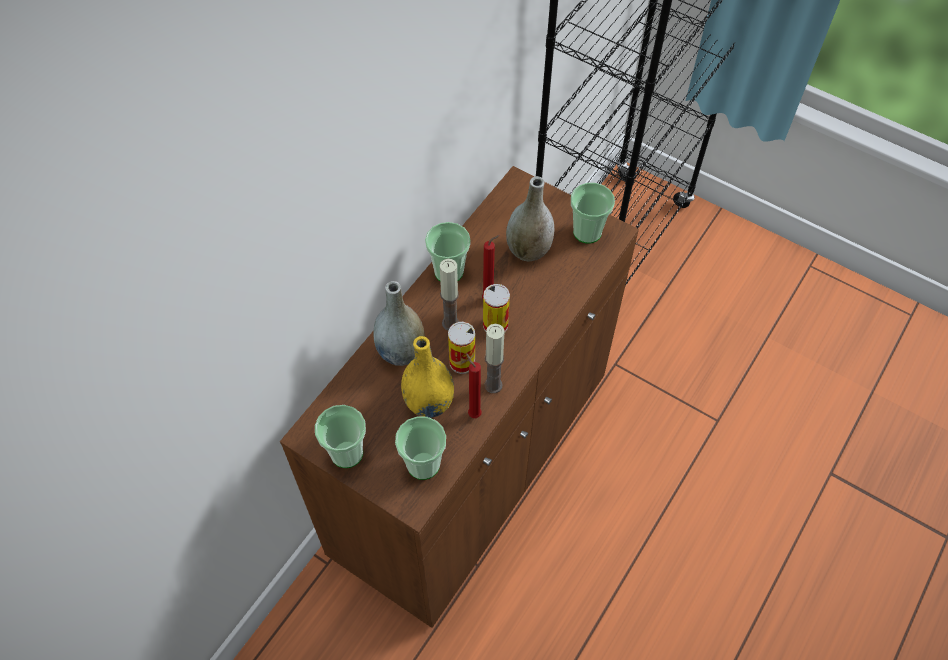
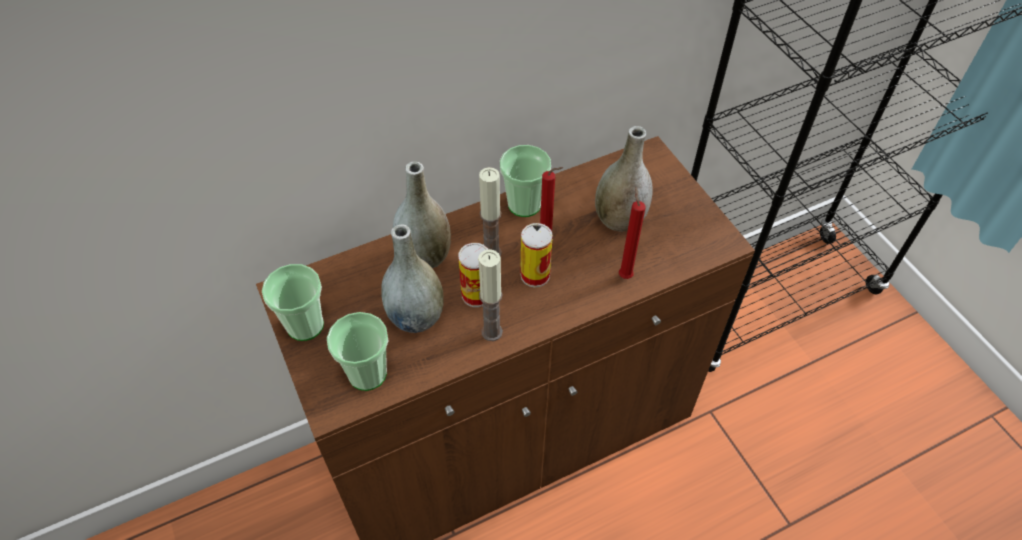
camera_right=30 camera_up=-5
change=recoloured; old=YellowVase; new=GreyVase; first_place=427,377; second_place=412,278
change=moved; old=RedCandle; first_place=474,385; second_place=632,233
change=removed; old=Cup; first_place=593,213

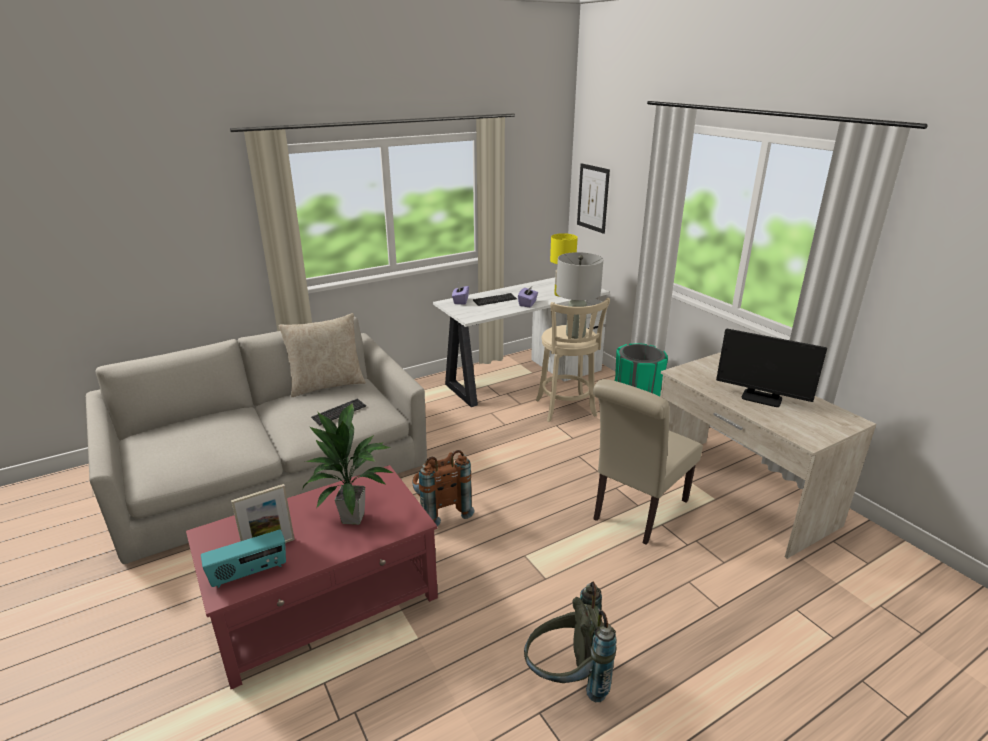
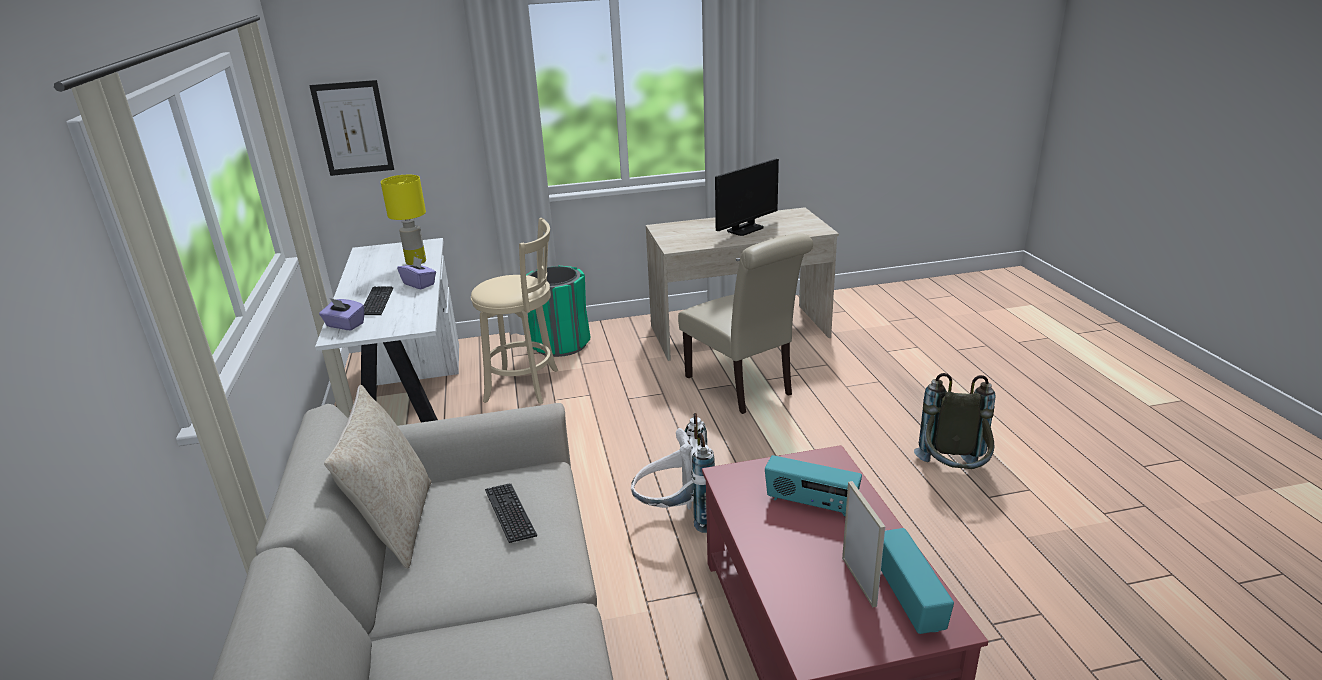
camera_right=-70 camera_up=0
change=replaced; old=PottedPlant; new=Radio; first_place=348,464; second_place=813,485
change=recoloured; old=BrownBackpack; new=WhiteBackpack; first_place=443,488; second_place=673,473
change=removed; old=GreyTableLamp; first_place=579,295

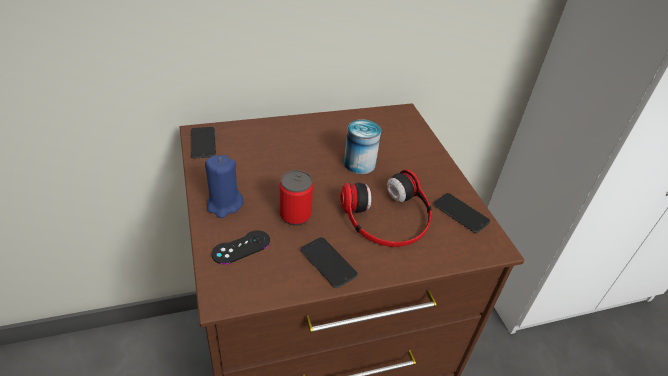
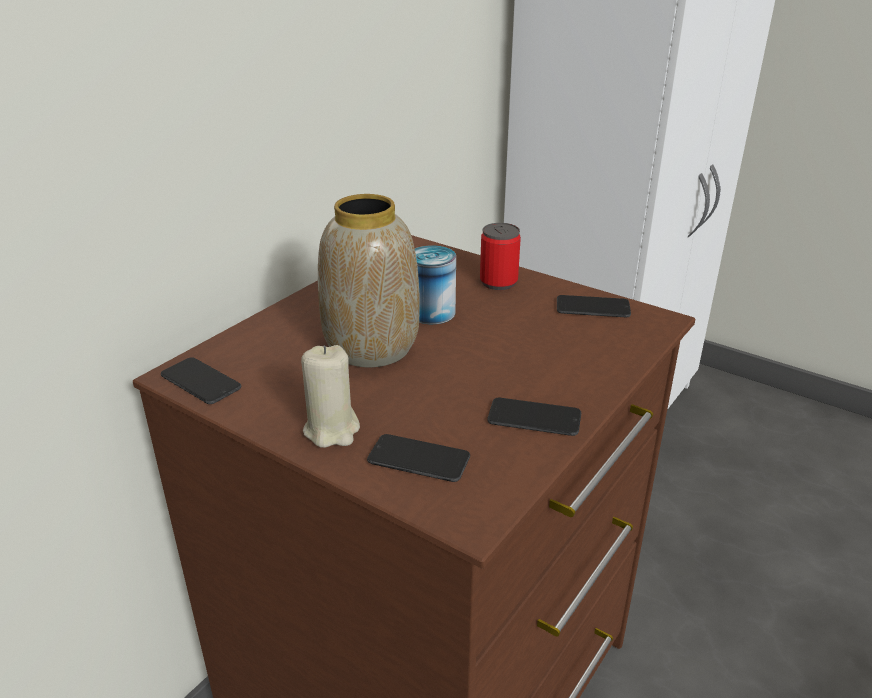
camera_right=-35 camera_up=-10
change=recoloured; old=BlueCandle; new=BeigeCandle; first_place=224,186; second_place=330,396
change=replaced; old=BlackGameController; new=Phone; first_place=240,247; second_place=418,458
change=moved; old=Can; first_place=296,198; second_place=500,256
change=removed; old=Headphones; first_place=386,208
change=added; new=Vase; second_place=369,280

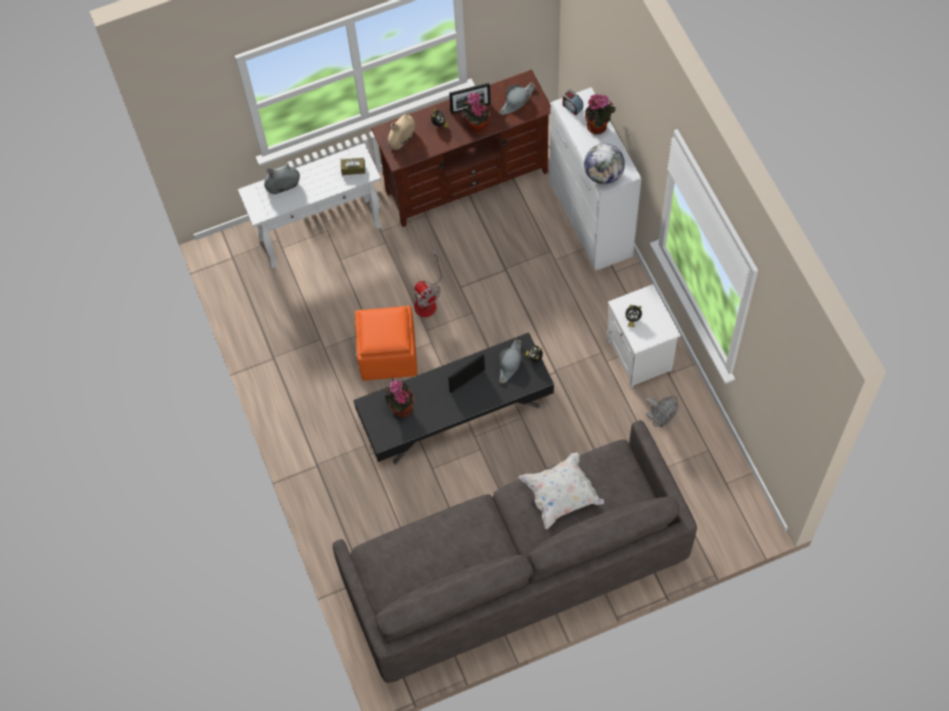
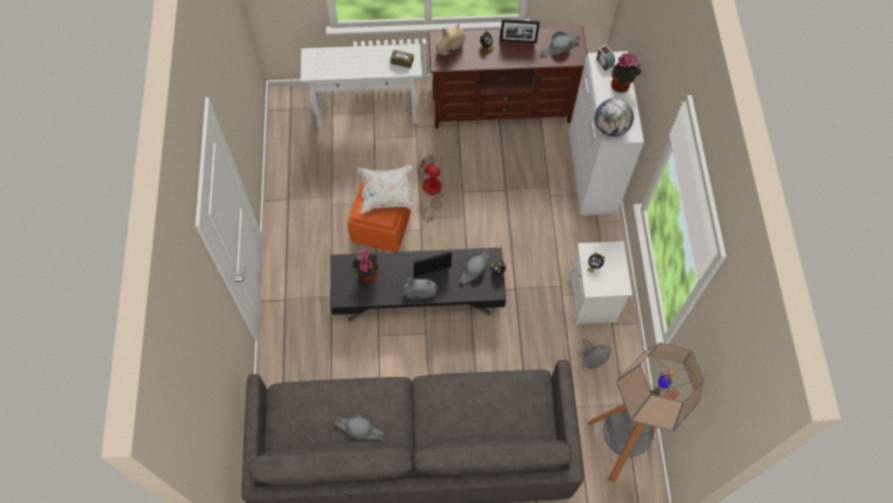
camera_right=15 camera_up=0
change=moved; old=GreyVase; first_place=282,178; second_place=420,288
change=turned; old=Fan; first_place=428,284; second_place=430,189; degrees=150
change=removed; old=PottedPlant; first_place=476,113
change=moved; old=WhitePillow; first_place=561,490; second_place=387,189
change=added; new=GreyHat; second_place=359,427
change=added; new=FloorLamp; second_place=646,412

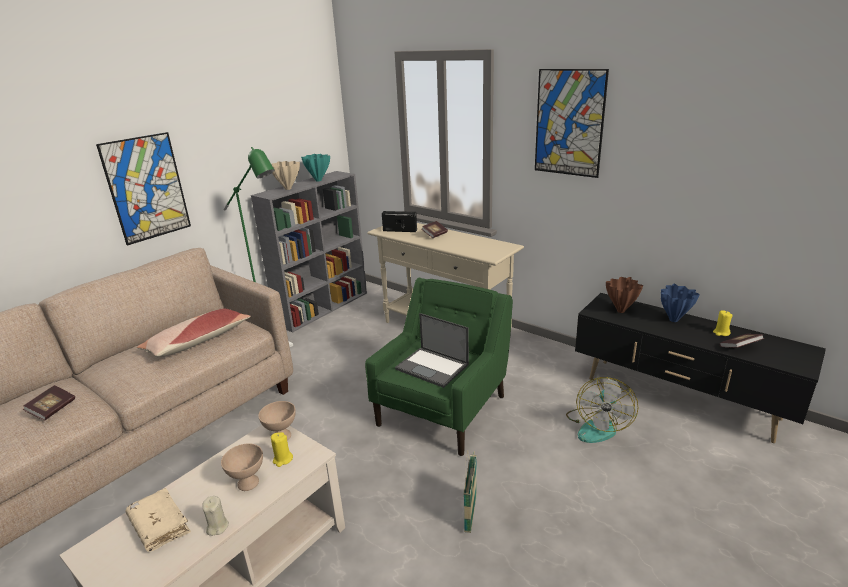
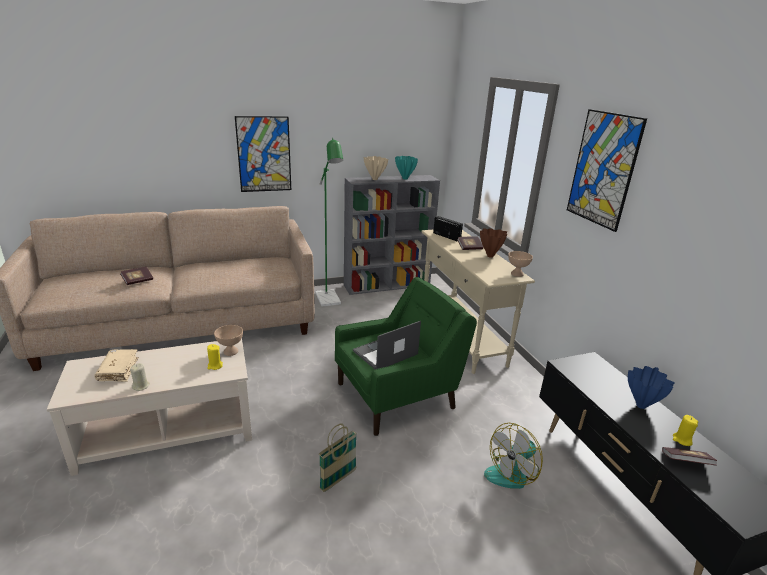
camera_right=30 camera_up=0
change=removed; old=Pillow; first_place=194,333
change=moved; old=BeigeBowl; first_place=242,467; second_place=520,264
change=turned; old=Laptop; first_place=432,350; second_place=387,345; degrees=75
change=moved; old=BrownVase; first_place=624,295; second_place=493,243

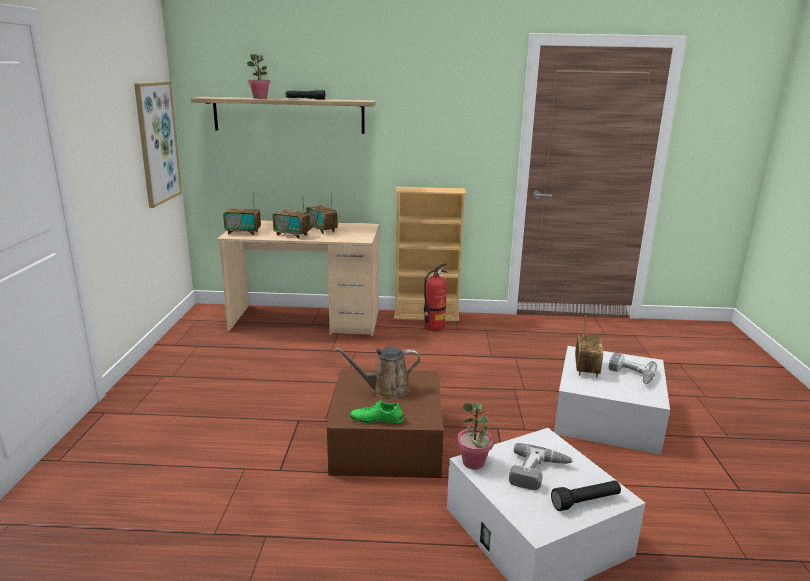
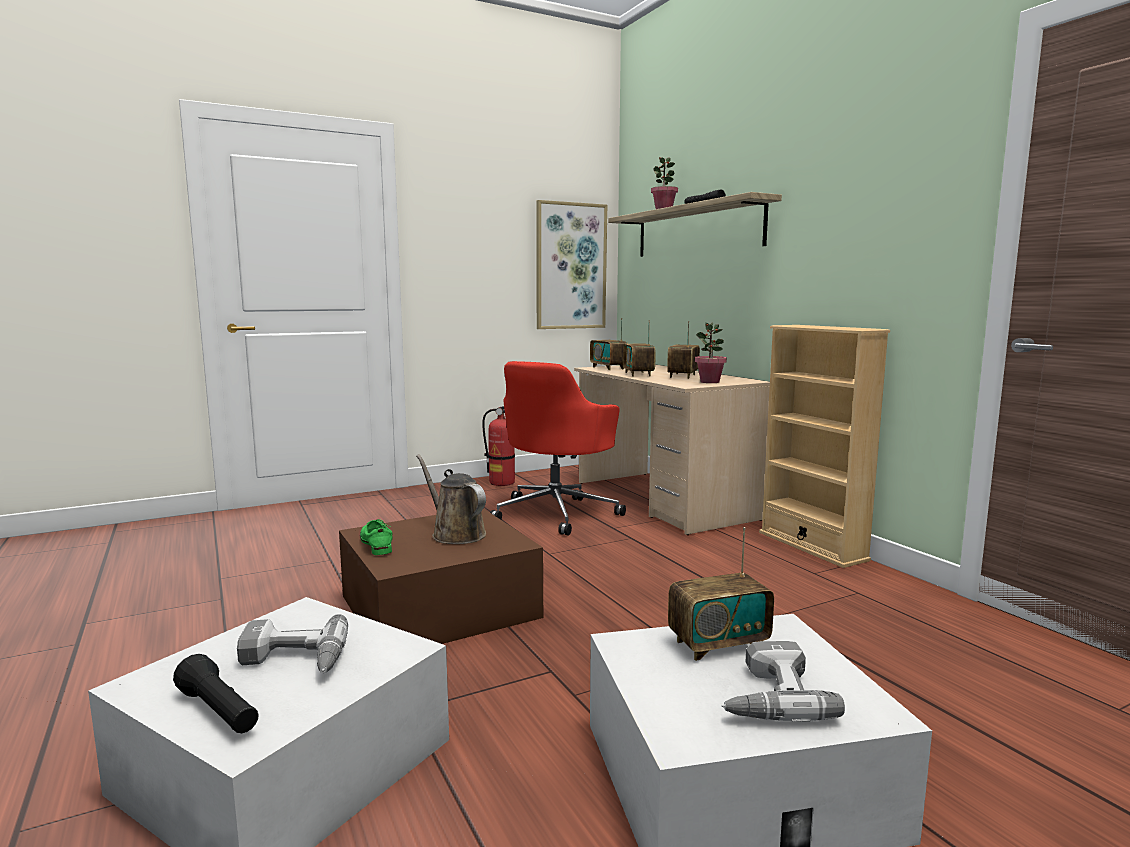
camera_right=60 camera_up=-10
change=moved; old=FireExtinguisher; first_place=436,297; second_place=498,446
change=moved; old=PottedPlant; first_place=475,436; second_place=711,352
change=added; new=RedOfficeChair; second_place=558,448

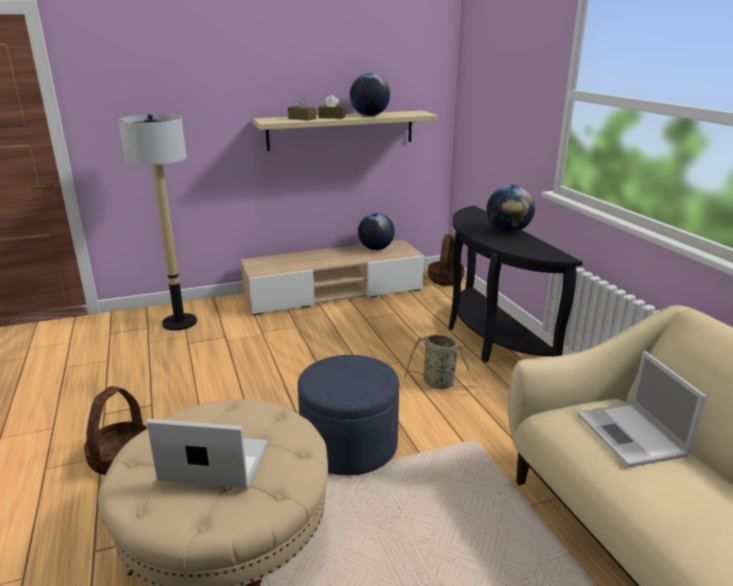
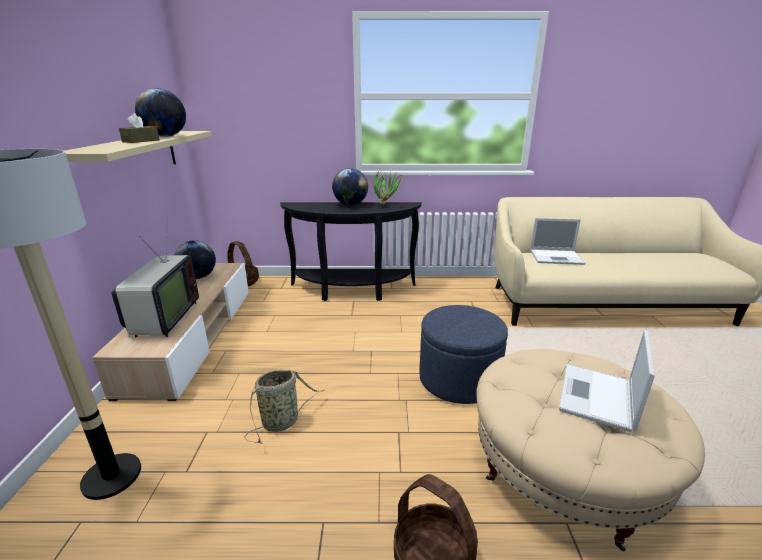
camera_right=-70 camera_up=0
change=removed; old=BrownTissueBox; first_place=302,108
change=moved; old=Basket; first_place=446,361; second_place=284,406
change=added; new=Television; second_place=155,277
change=added; new=PottedPlant; second_place=388,187

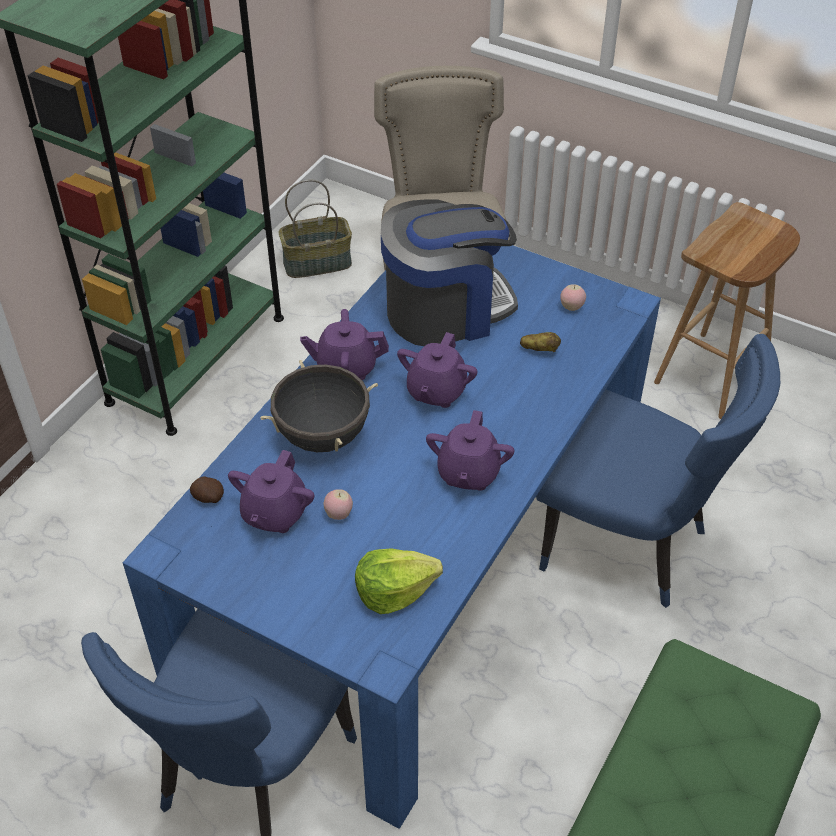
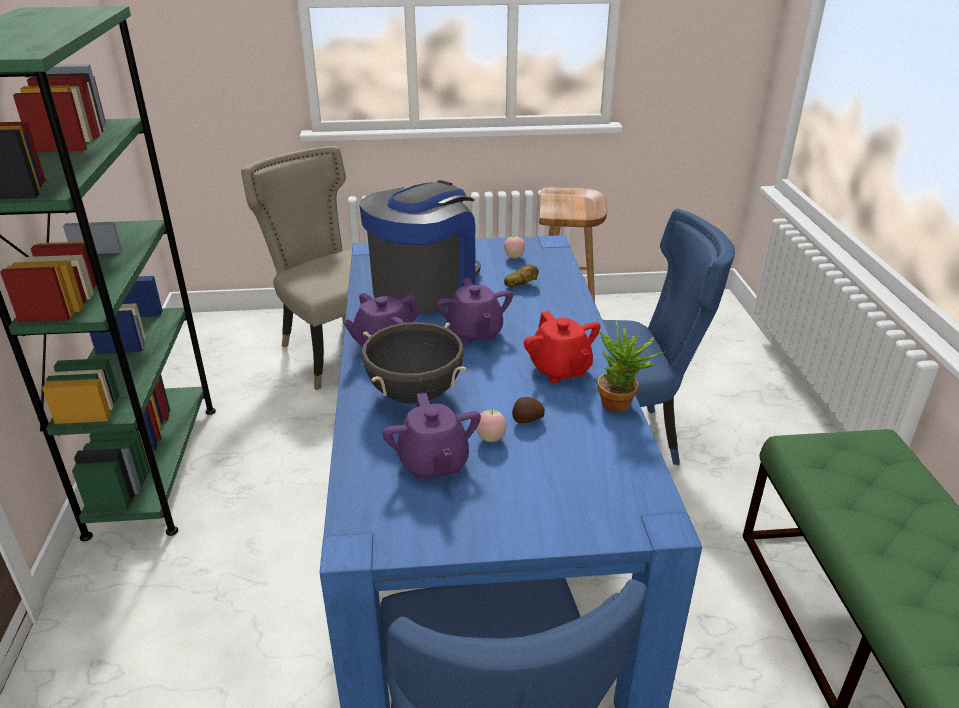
camera_right=-35 camera_up=-15
change=moved; old=Potato; first_place=207,490; second_place=528,410
change=removed; old=Basket; first_place=315,229
change=removed; old=Lettuce; first_place=399,581
change=recoloured; old=PurpleTeapot; new=RedTeapot; first_place=470,450; second_place=562,347
change=added; new=PottedPlant; second_place=632,367

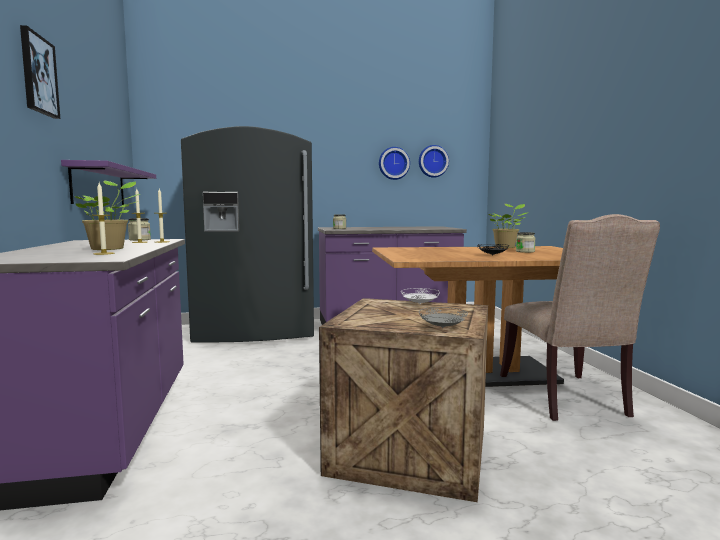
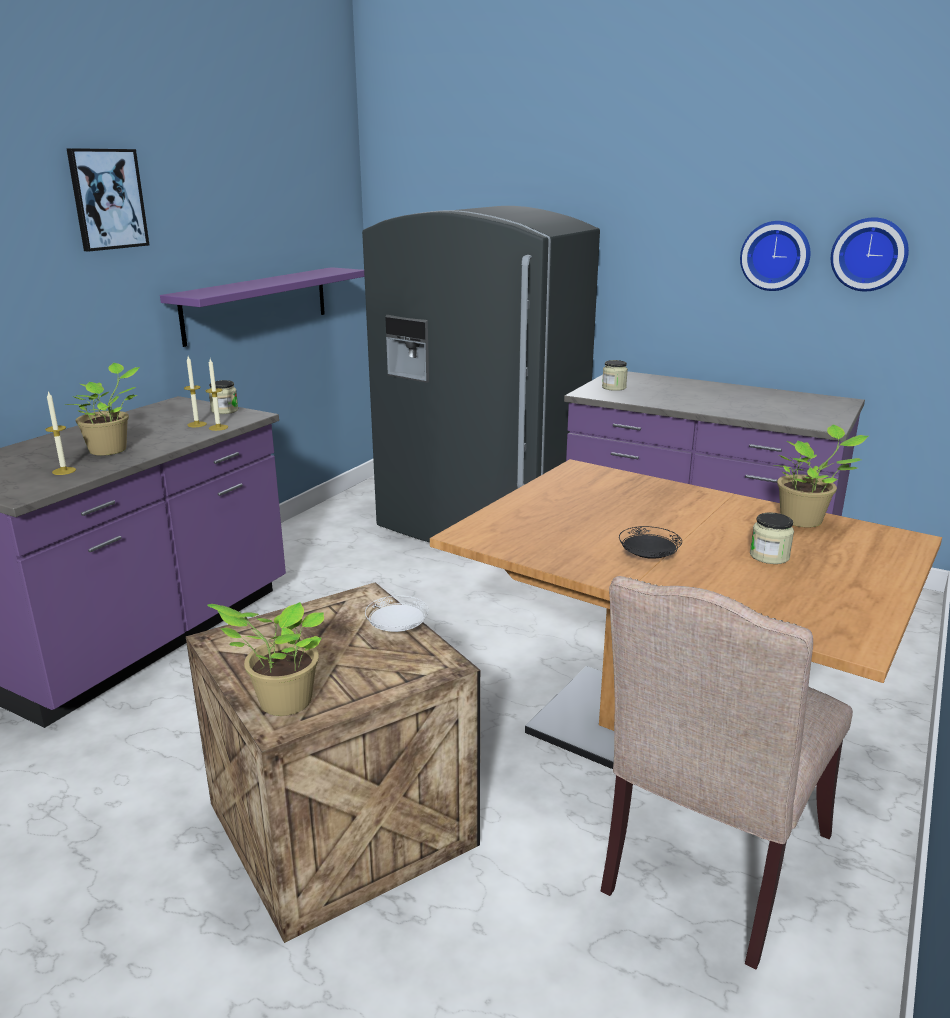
camera_right=40 camera_up=15
change=replaced; old=GreyPlate; new=PottedPlant; first_place=443,317; second_place=266,659

